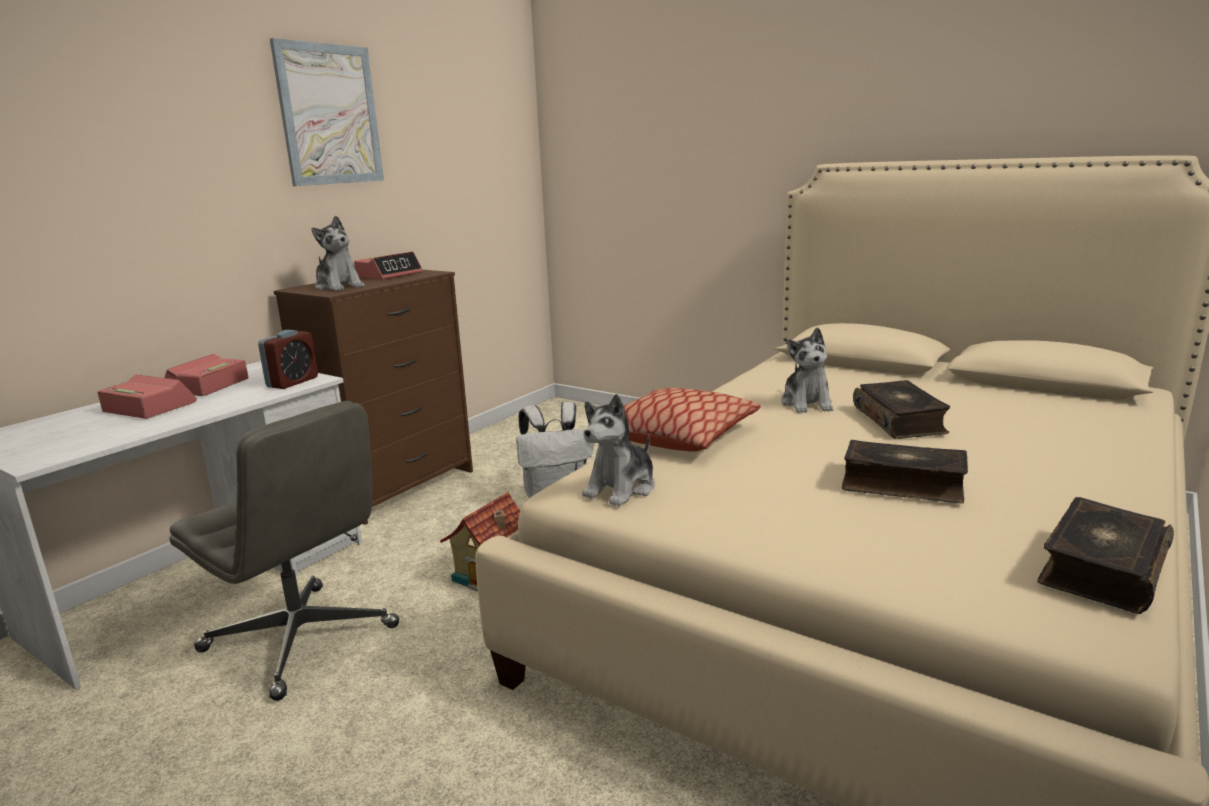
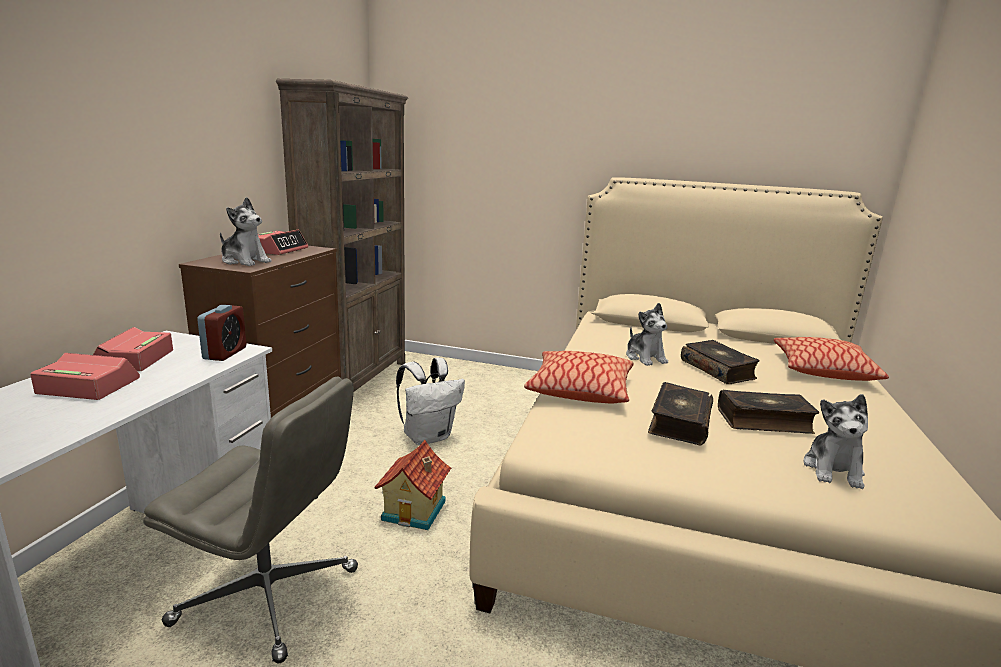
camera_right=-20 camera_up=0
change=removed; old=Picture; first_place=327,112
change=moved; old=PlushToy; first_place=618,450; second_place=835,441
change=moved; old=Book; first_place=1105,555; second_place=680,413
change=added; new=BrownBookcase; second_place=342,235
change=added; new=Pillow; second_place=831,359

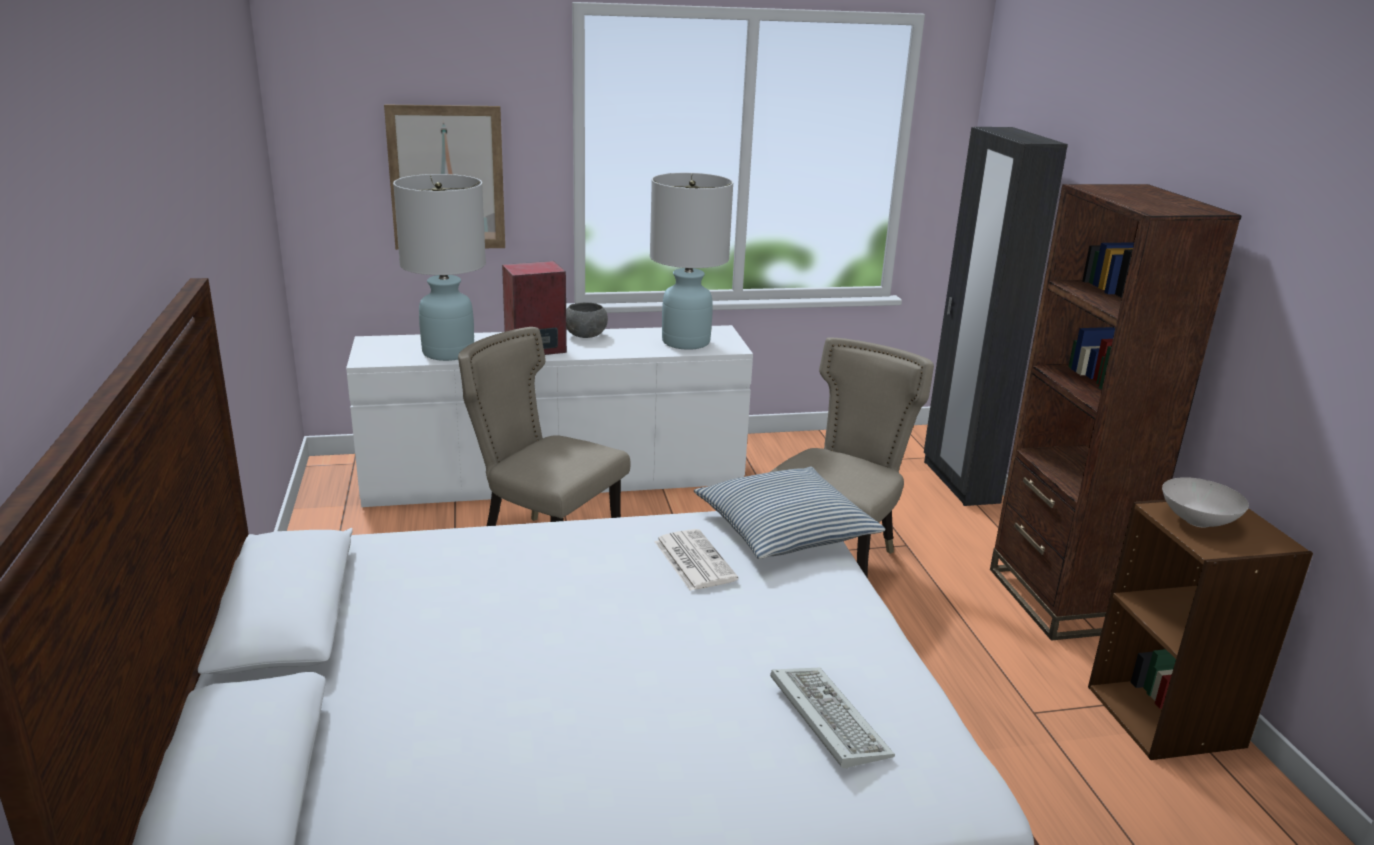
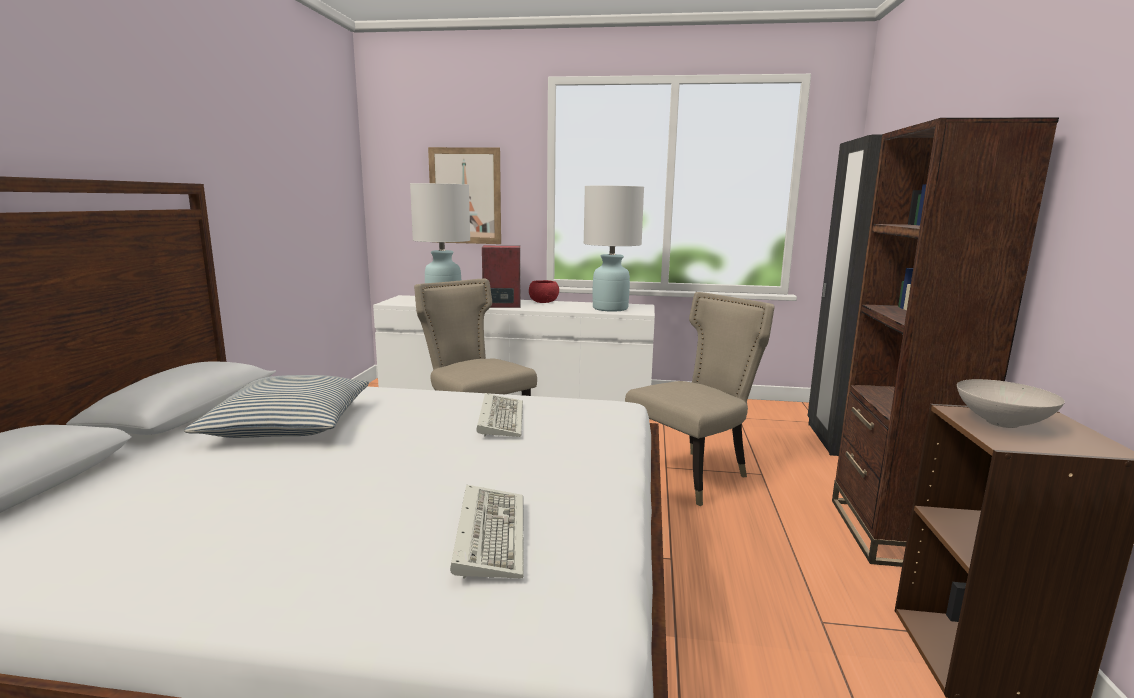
camera_right=20 camera_up=-10
change=recoloured; old=GreyBowl; new=RedBowl; first_place=587,320; second_place=544,291
change=replaced; old=Newspaper; new=Keyboard; first_place=696,560; second_place=499,415
change=moved; old=Pillow; first_place=789,513; second_place=276,406

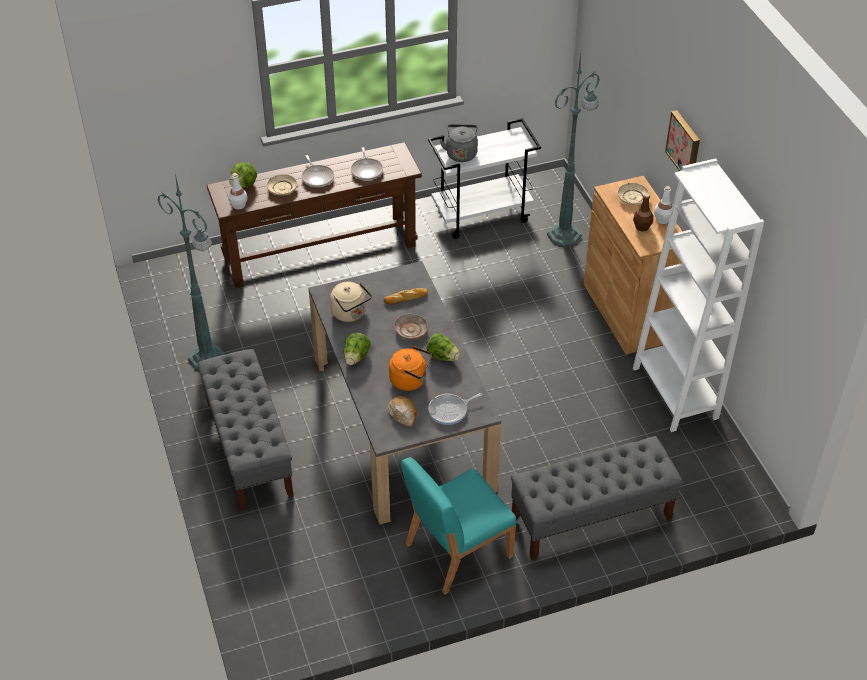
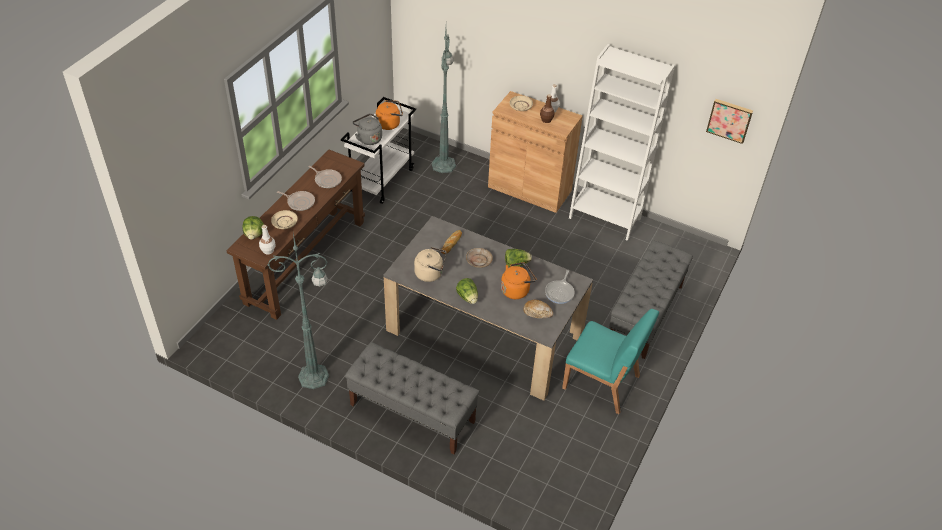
camera_right=-45 camera_up=0
change=turned; old=TurquoiseChair; first_place=459,526; second_place=610,361; degrees=-75
change=moved; old=Picture; first_place=682,140; second_place=729,121
change=added; new=OrangeKettle; second_place=389,115

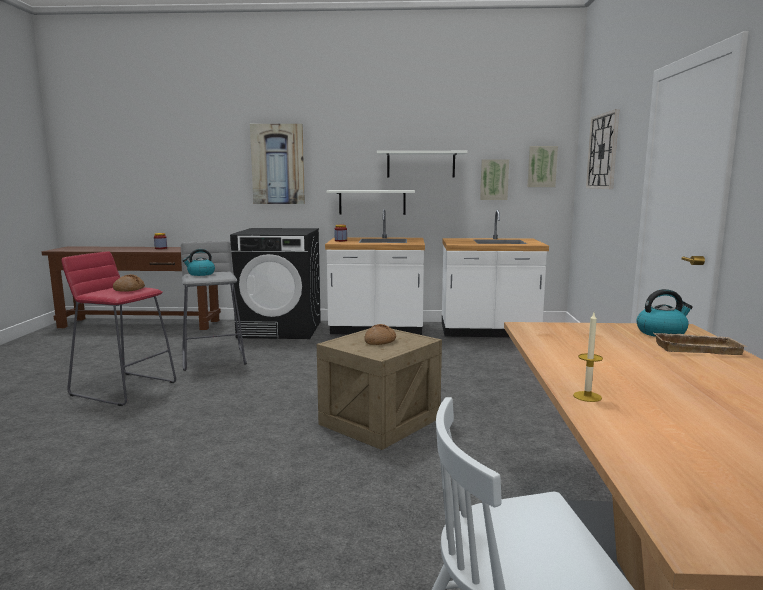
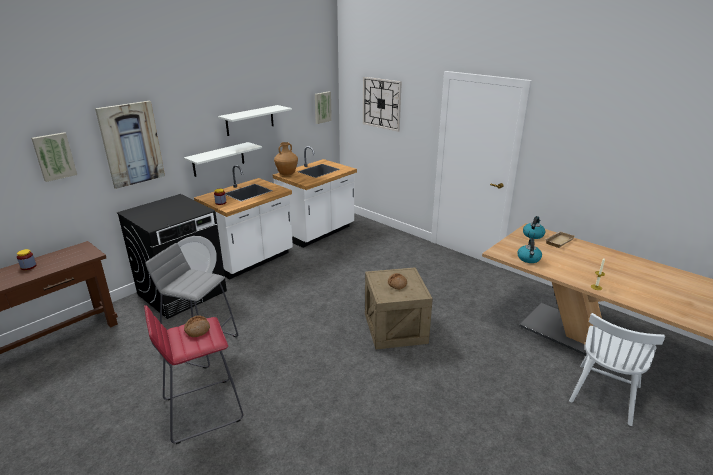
camera_right=-50 camera_up=15
change=moved; old=Kettle; first_place=198,262; second_place=529,250
change=moved; old=Picture; first_place=494,179; second_place=54,157
change=added; new=BrownVase; second_place=286,159

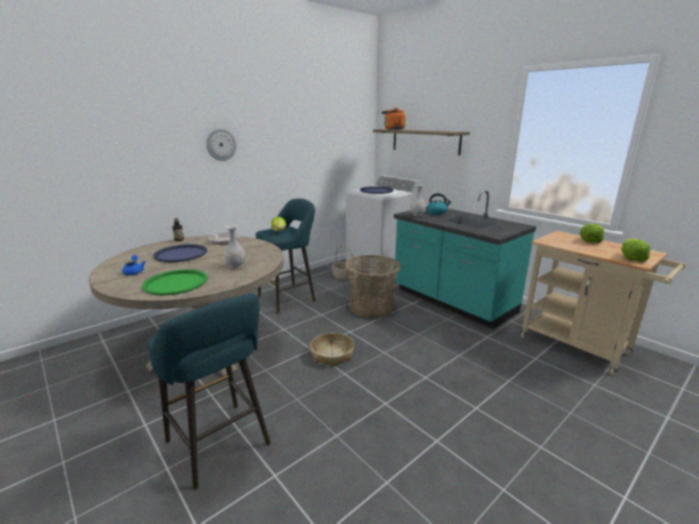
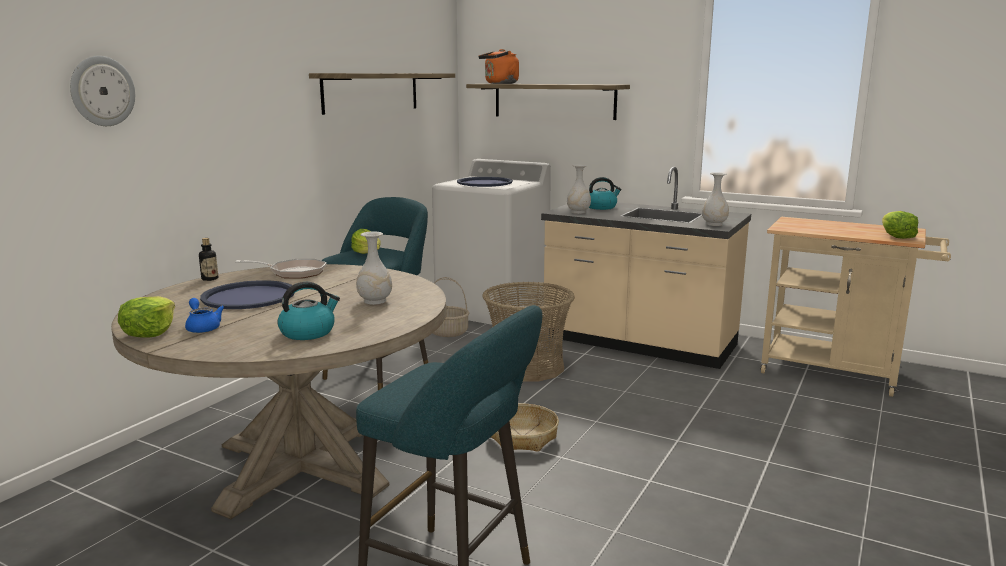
camera_right=-20 camera_up=-5
change=replaced; old=GreenTray; new=Kettle; first_place=175,282; second_place=308,311
change=moved; old=WallClock; first_place=221,144; second_place=102,91
change=recoloured; old=TurquoiseCounter; new=BeigeCounter; first_place=465,259; second_place=646,267
change=moved; old=Lettuce; first_place=592,233; second_place=146,317
change=added; new=Shelf; second_place=382,94
change=added; new=WhiteVase; second_place=715,199

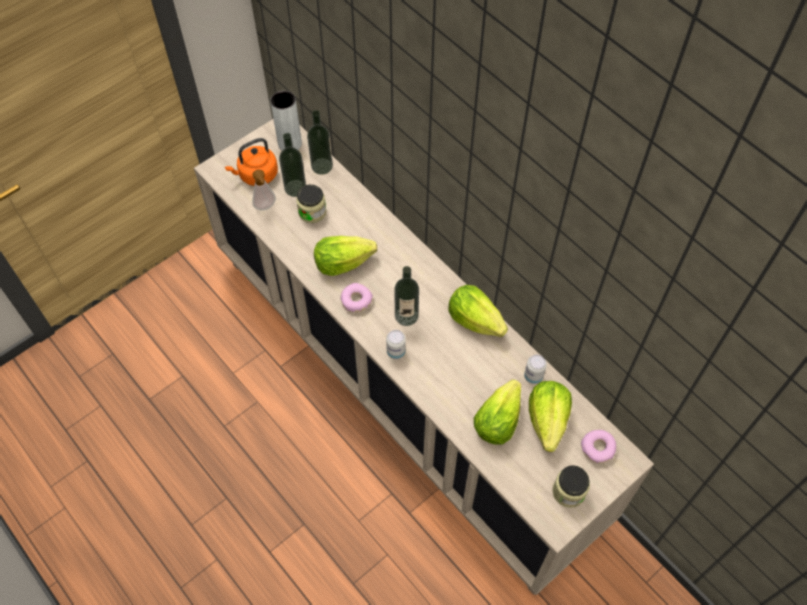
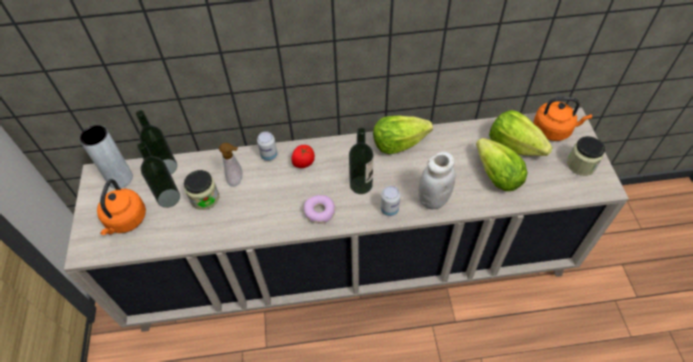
camera_right=-55 camera_up=-5
change=moved; old=SoapDispenser; first_place=264,190; second_place=231,165
change=removed; old=Lettuce; first_place=345,256
change=moved; old=Can; first_place=535,369; second_place=267,146
change=replaced; old=Donut; new=OrangeKettle; first_place=598,446; second_place=563,119
change=added; new=Tomato; second_place=303,156
change=added; new=WhiteJar; second_place=436,180

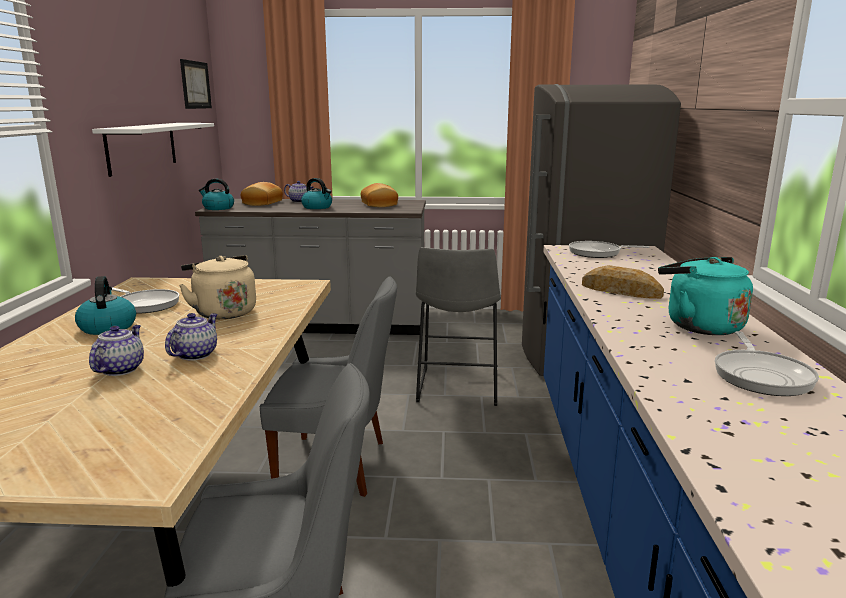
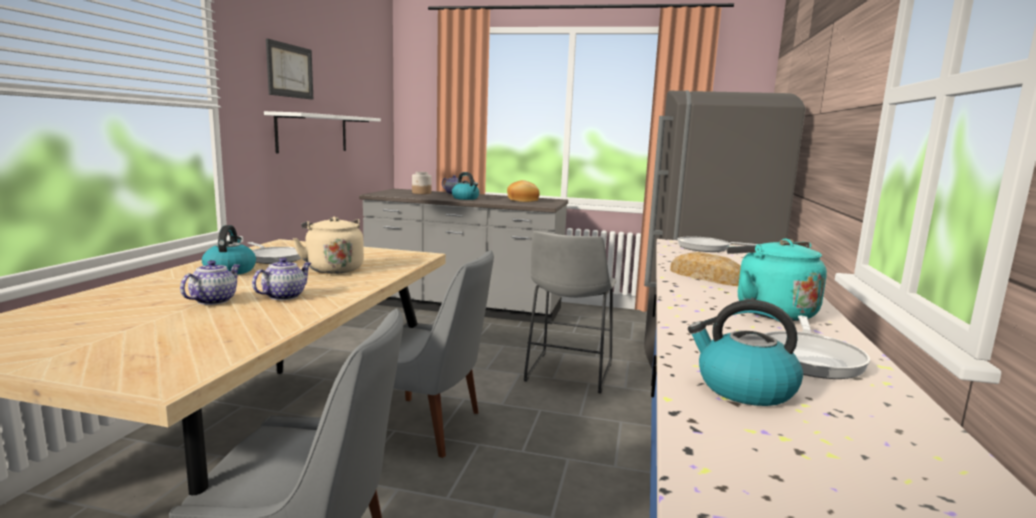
camera_right=10 camera_up=-5
change=moved; old=Picture; first_place=196,84; second_place=289,69
change=moved; old=Kettle; first_place=216,194; second_place=745,353
change=replaced; old=Bread; new=Jar; first_place=262,194; second_place=421,183

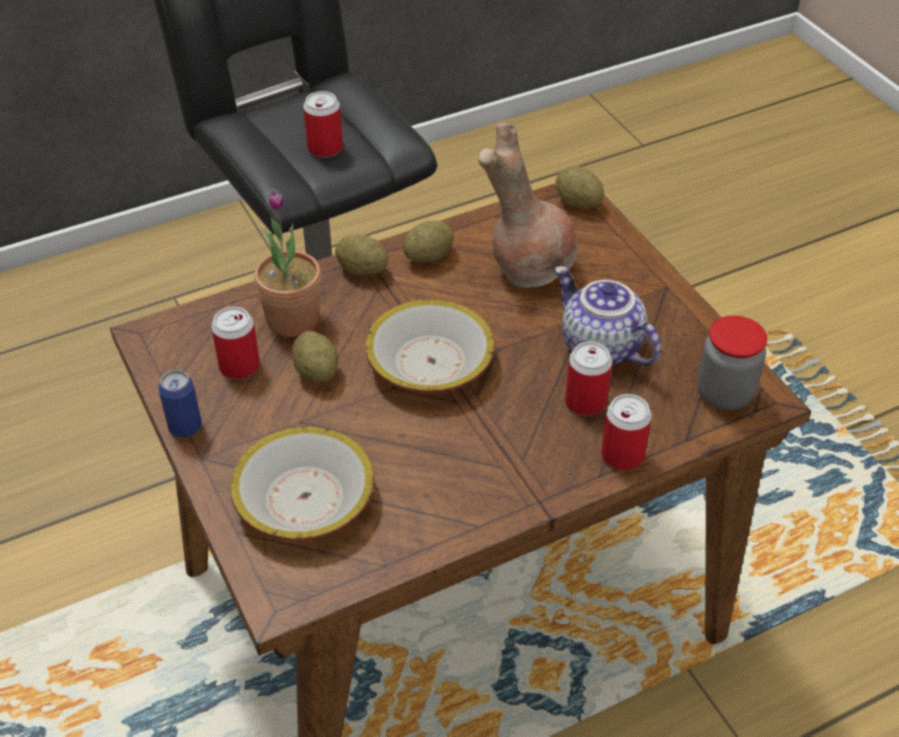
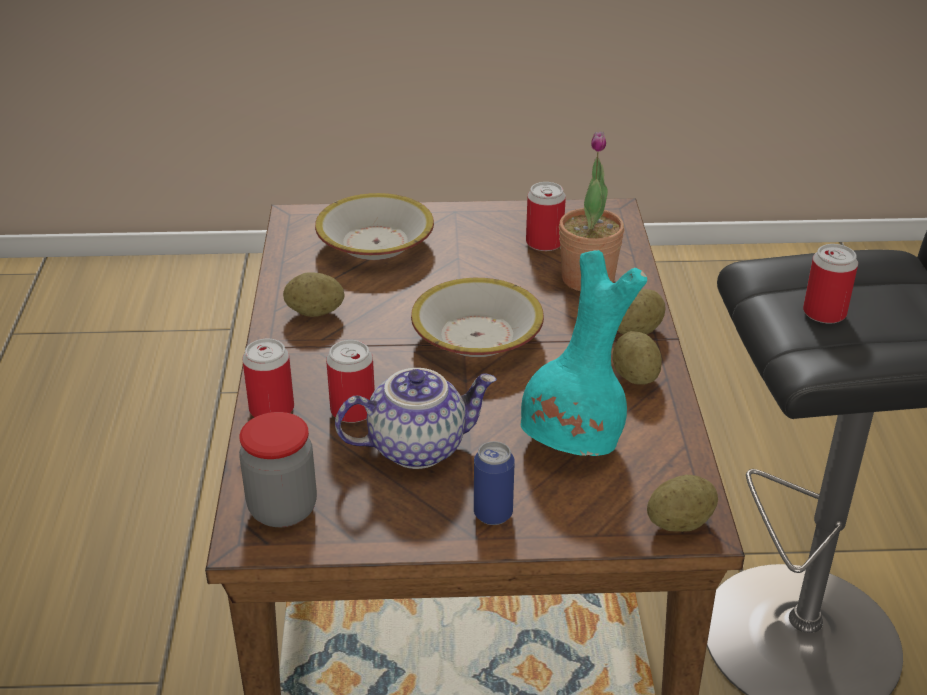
camera_right=115 camera_up=-10
change=moved; old=Can; first_place=180,404; second_place=494,483
change=moved; old=Potato; first_place=315,357; second_place=313,295
change=recoloured; old=BrownVase; new=TurquoiseVase; first_place=528,205; second_place=583,353

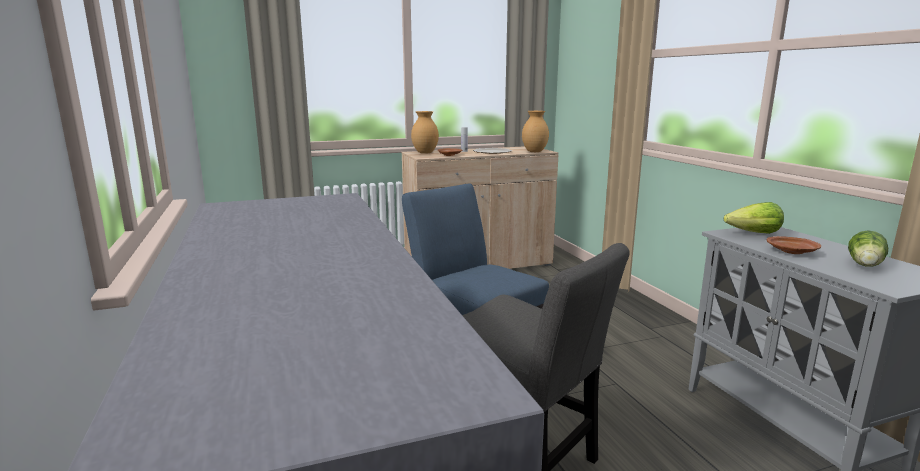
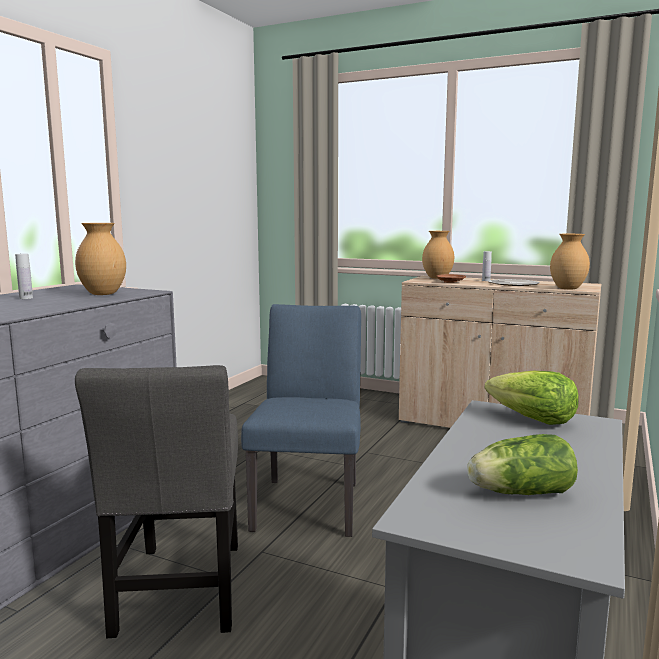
camera_right=45 camera_up=-5
change=removed; old=BrownPlate; first_place=794,245
change=added; new=WhiteBottle; second_place=24,276
change=added; new=BrownVase; second_place=100,259

